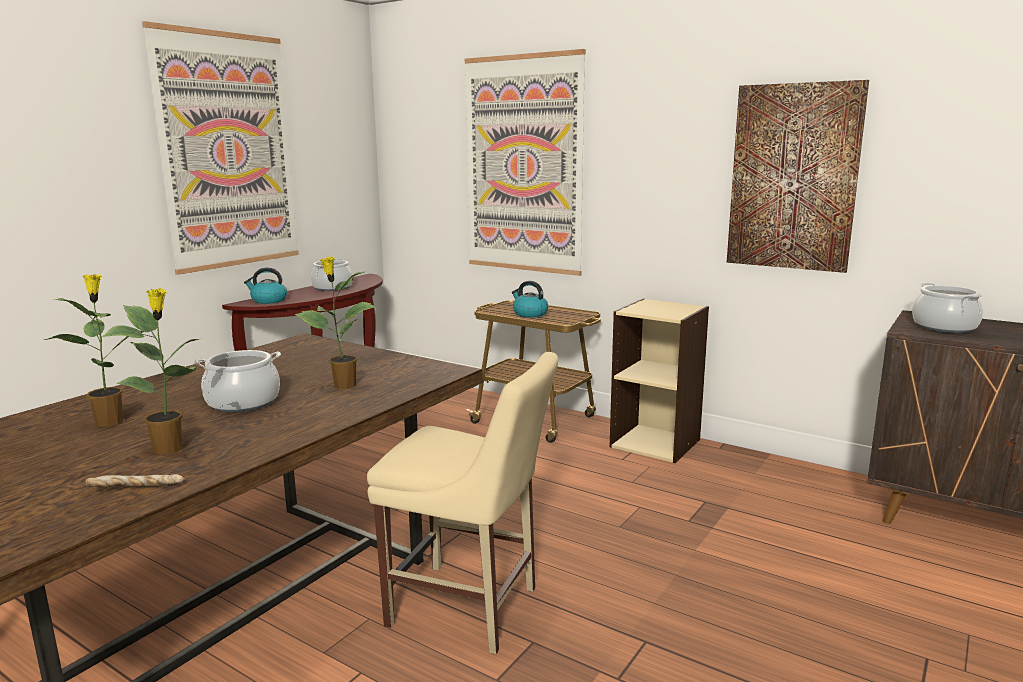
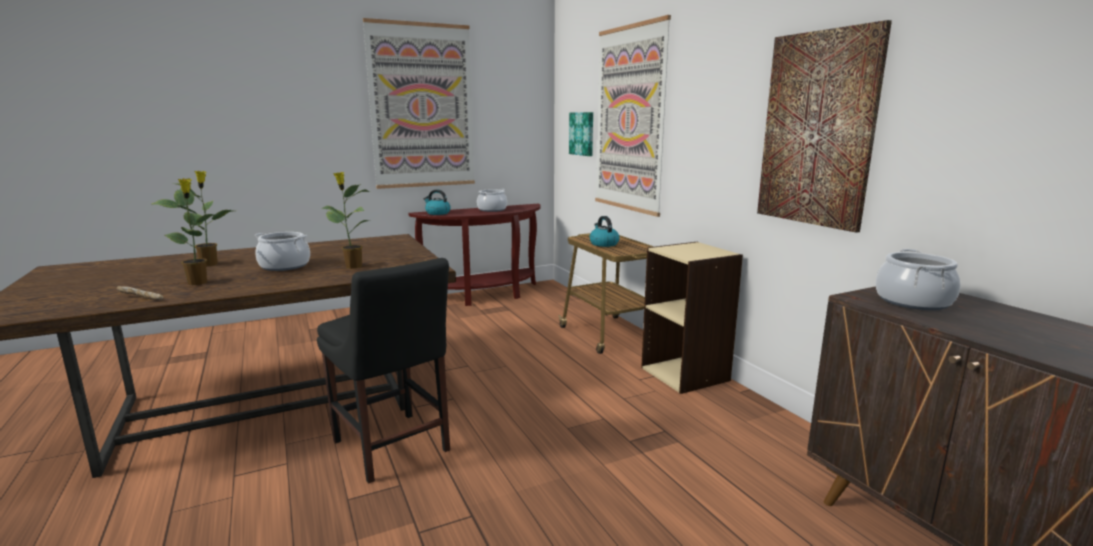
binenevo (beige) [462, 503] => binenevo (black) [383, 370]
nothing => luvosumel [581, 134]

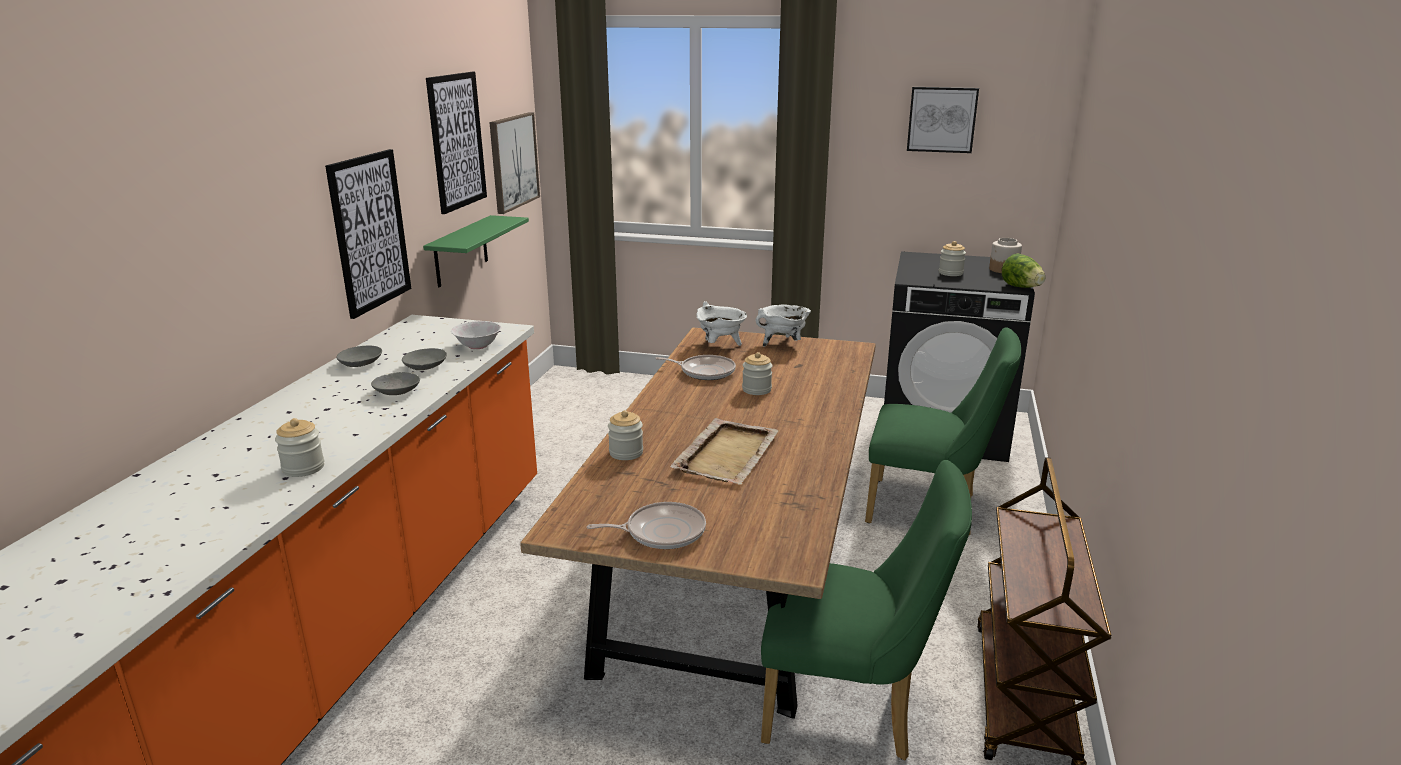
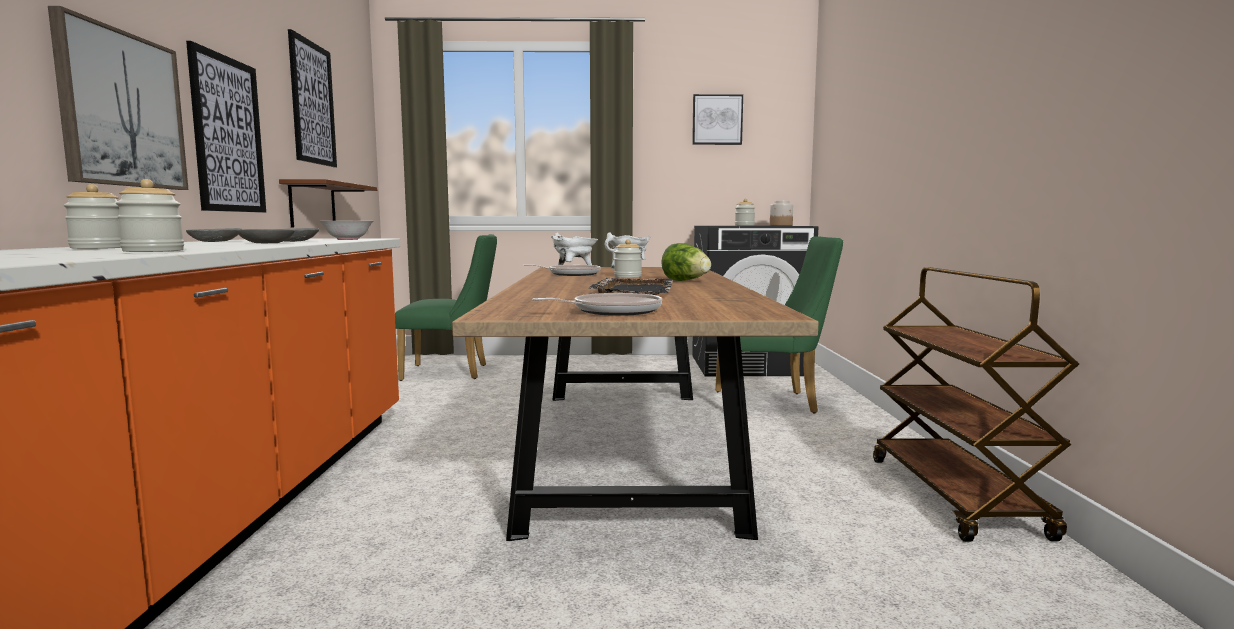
luvosumel [514, 163] => luvosumel [118, 98], move
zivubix [625, 435] => zivubix [92, 216], move
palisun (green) [476, 251] => palisun (brown) [328, 203]
binenevo (green) [866, 610] => binenevo (green) [446, 307], move
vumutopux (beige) [724, 451] => vumutopux (black) [631, 286]
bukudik [1023, 270] => bukudik [686, 262], move

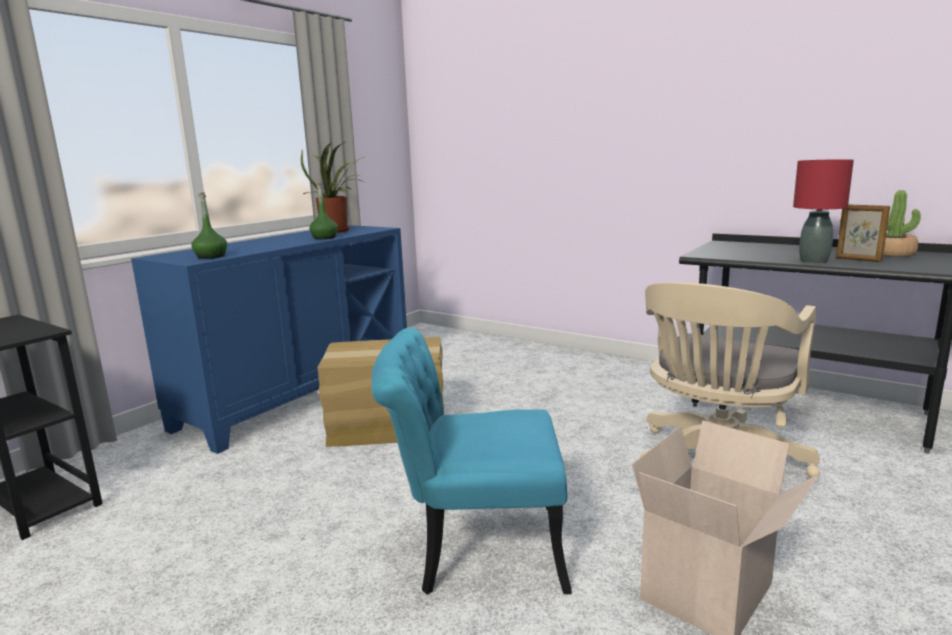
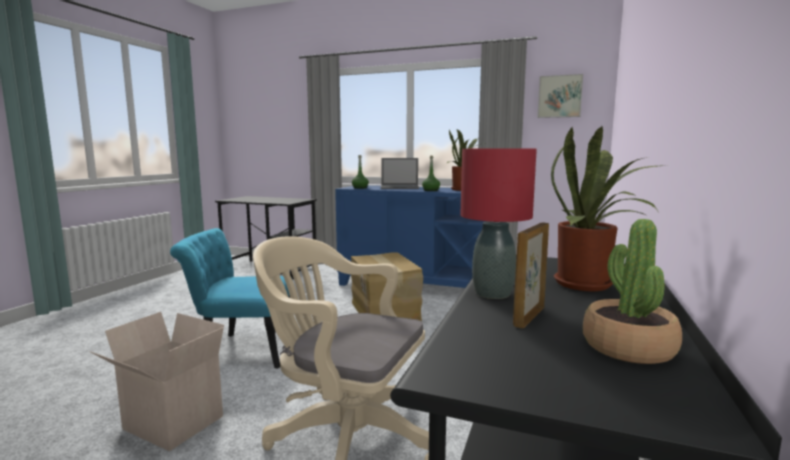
binenevo (turquoise) [472, 461] => binenevo (turquoise) [230, 298], 75 degrees counterclockwise
nothing => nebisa [400, 173]
nothing => luvosumel [560, 96]
nothing => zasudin [608, 208]

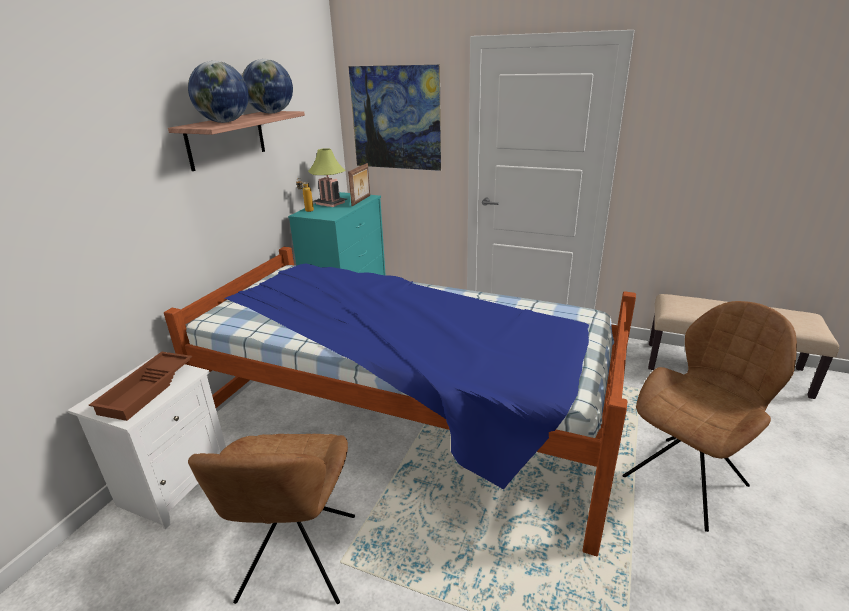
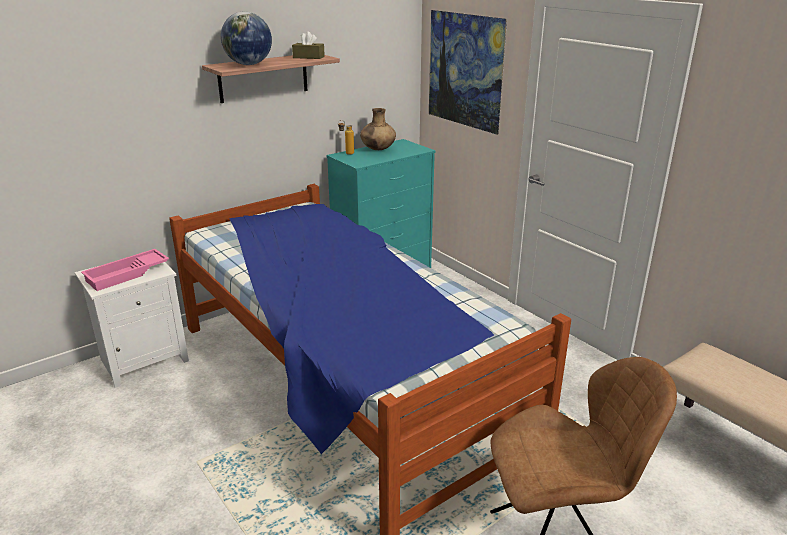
vumutopux (brown) [140, 386] => vumutopux (pink) [125, 270]
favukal [267, 86] => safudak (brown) [308, 45]
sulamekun [327, 177] => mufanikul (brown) [378, 129]
binenevo (brown) [271, 519] => nothing
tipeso [359, 184] => nothing

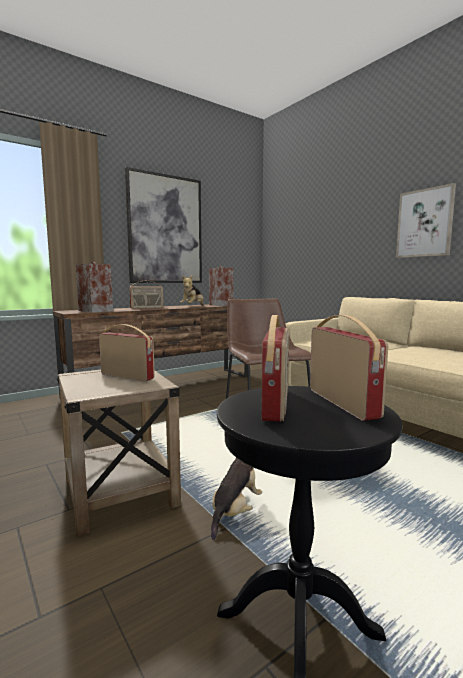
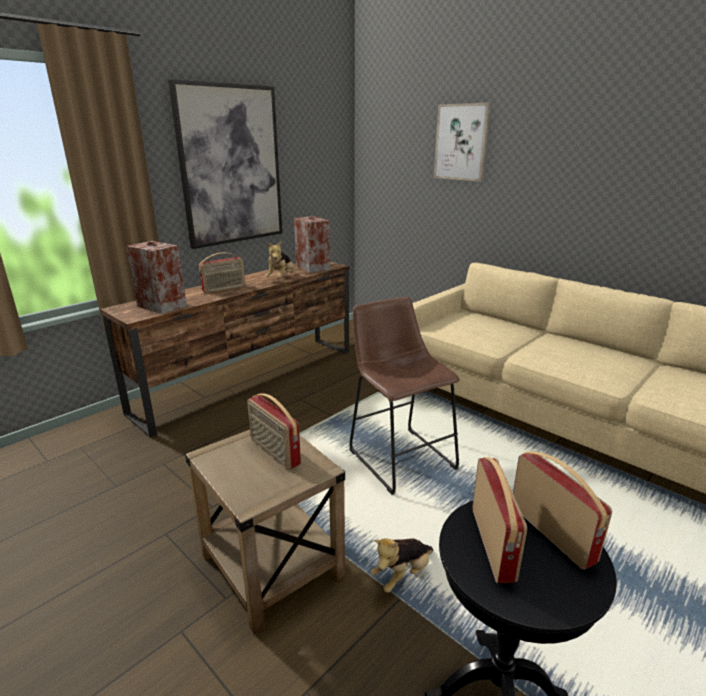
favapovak [127, 353] => favapovak [274, 431], 150 degrees counterclockwise
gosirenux [236, 499] => gosirenux [402, 565], 150 degrees counterclockwise
luvosumel [426, 220] => luvosumel [462, 142], move

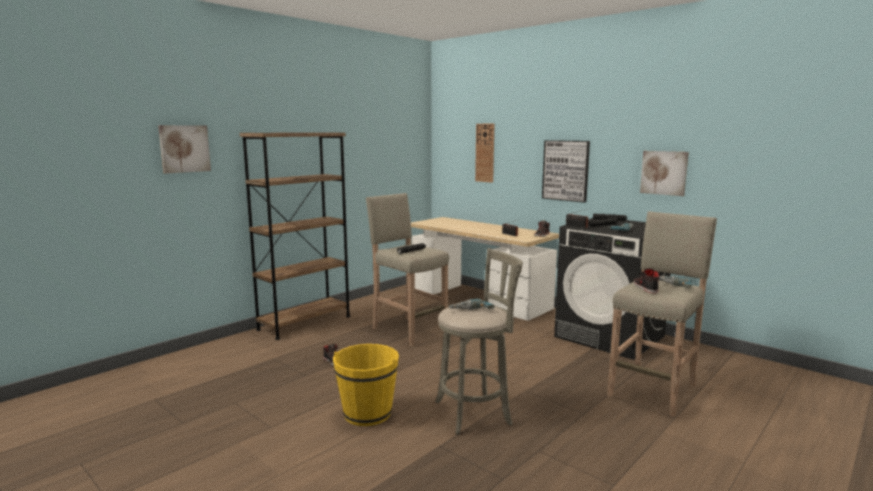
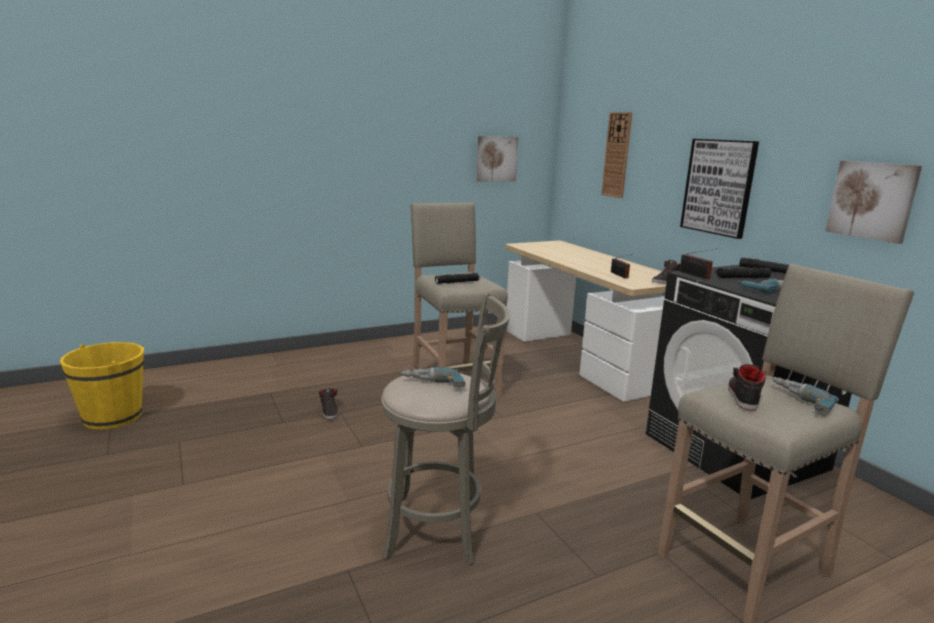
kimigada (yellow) [366, 385] => kimigada (yellow) [102, 386], move
luvosumel [184, 149] => luvosumel [497, 159], move
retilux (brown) [295, 236] => nothing

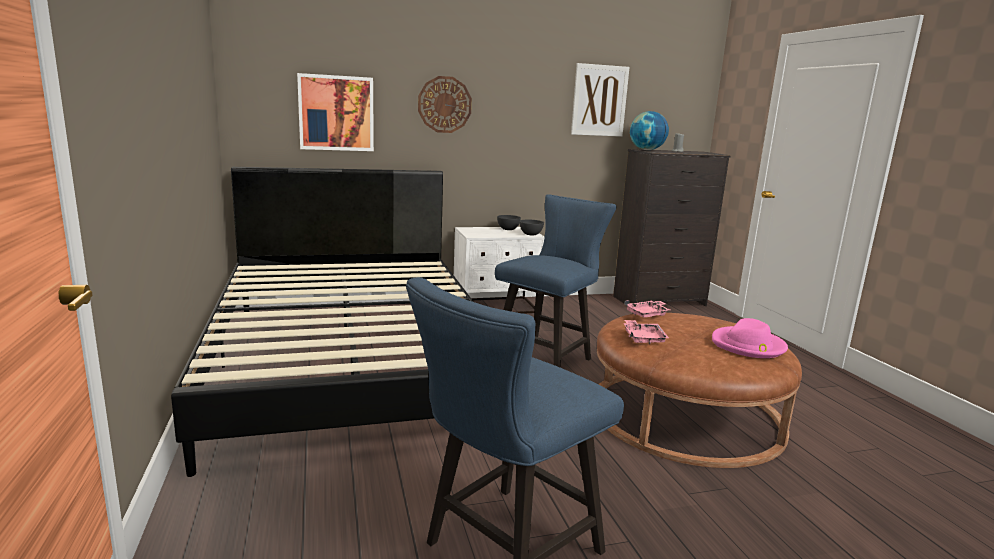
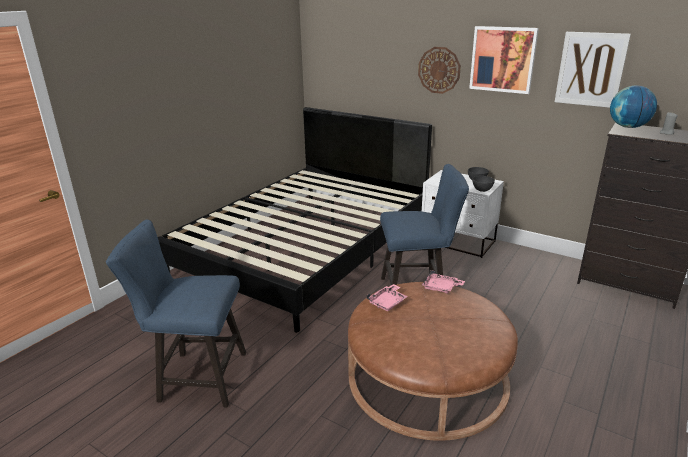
luvosumel [335, 112] => luvosumel [504, 60], move
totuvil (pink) [750, 338] => nothing

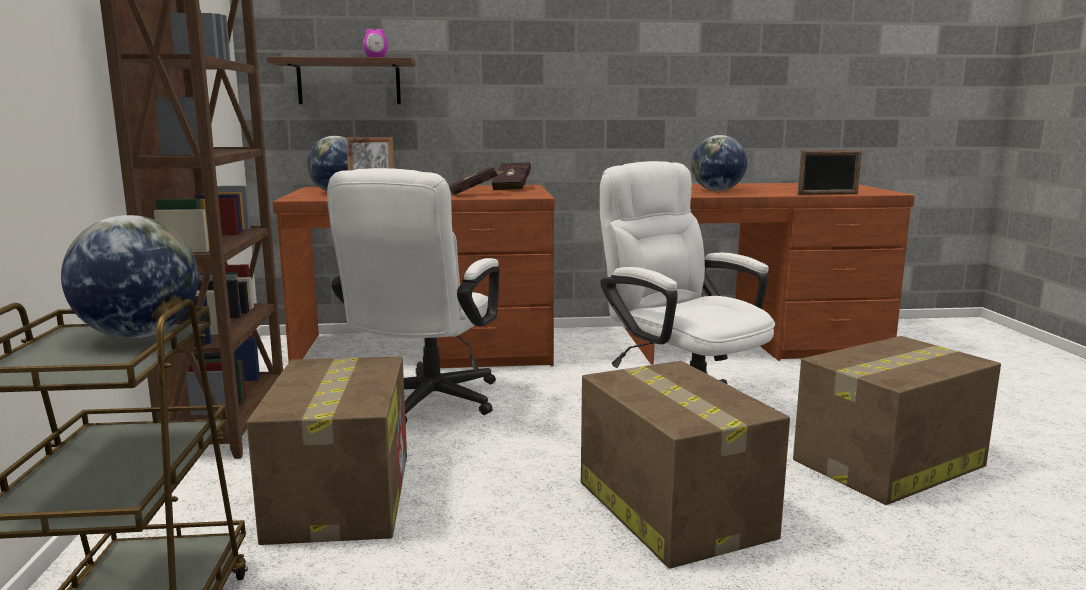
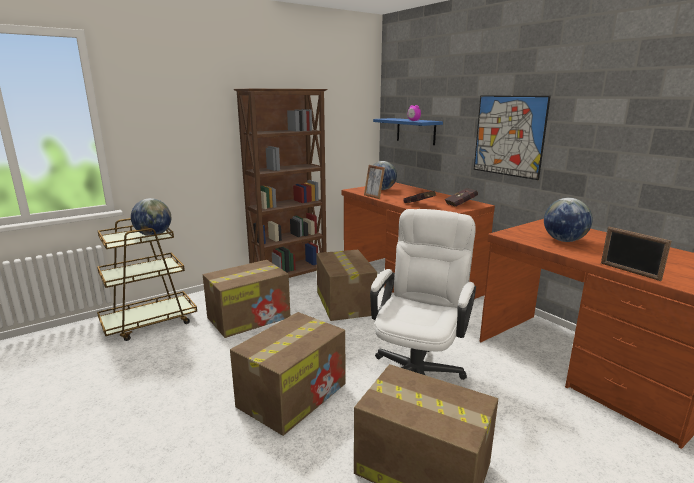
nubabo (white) [413, 295] => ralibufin [346, 285]
palisun (brown) [341, 80] => palisun (blue) [408, 131]
nothing => luvosumel [512, 138]

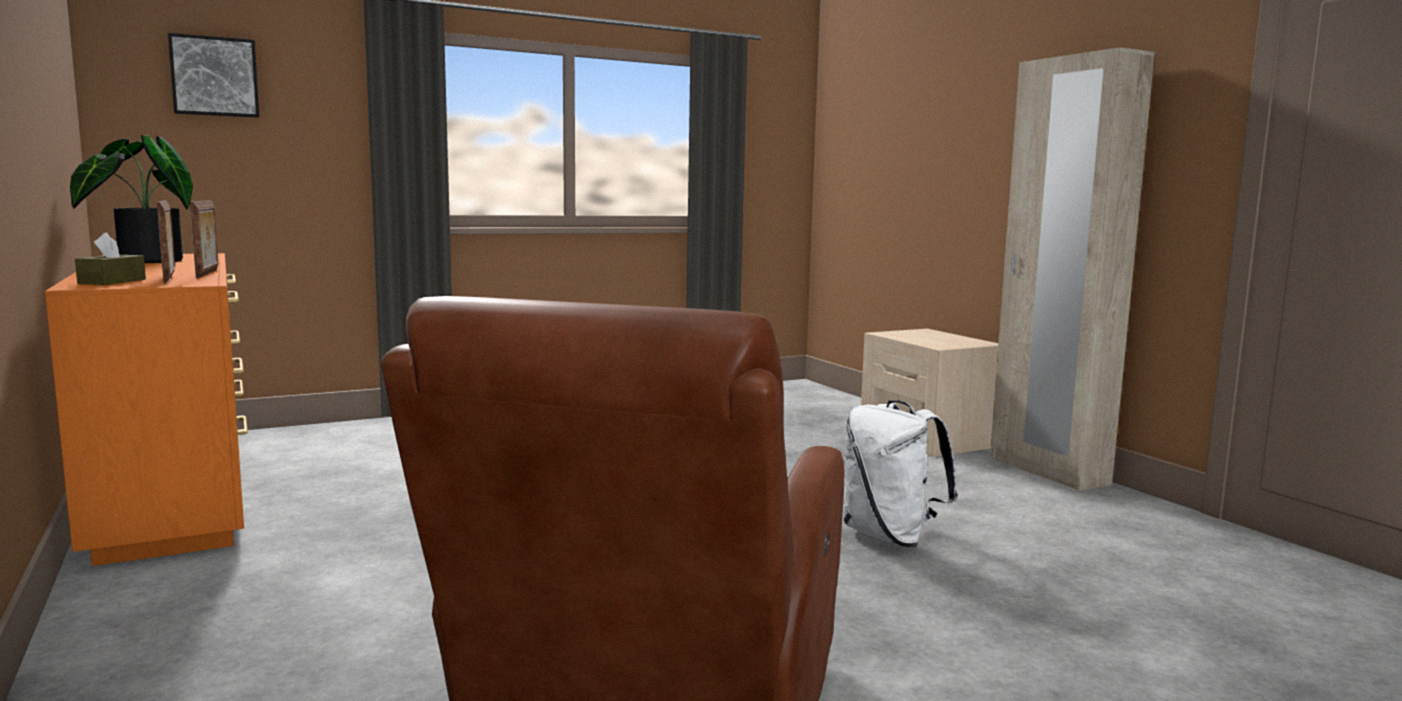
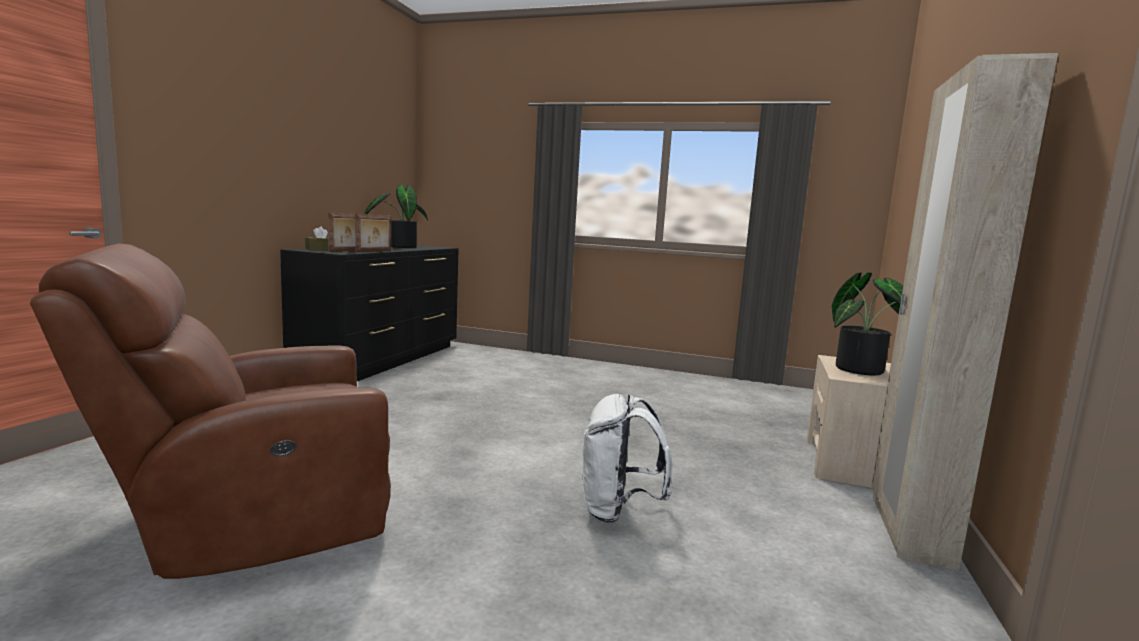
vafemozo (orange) [146, 409] => vafemozo (black) [369, 313]
nothing => zasudin [867, 323]
luvosumel [213, 75] => nothing

